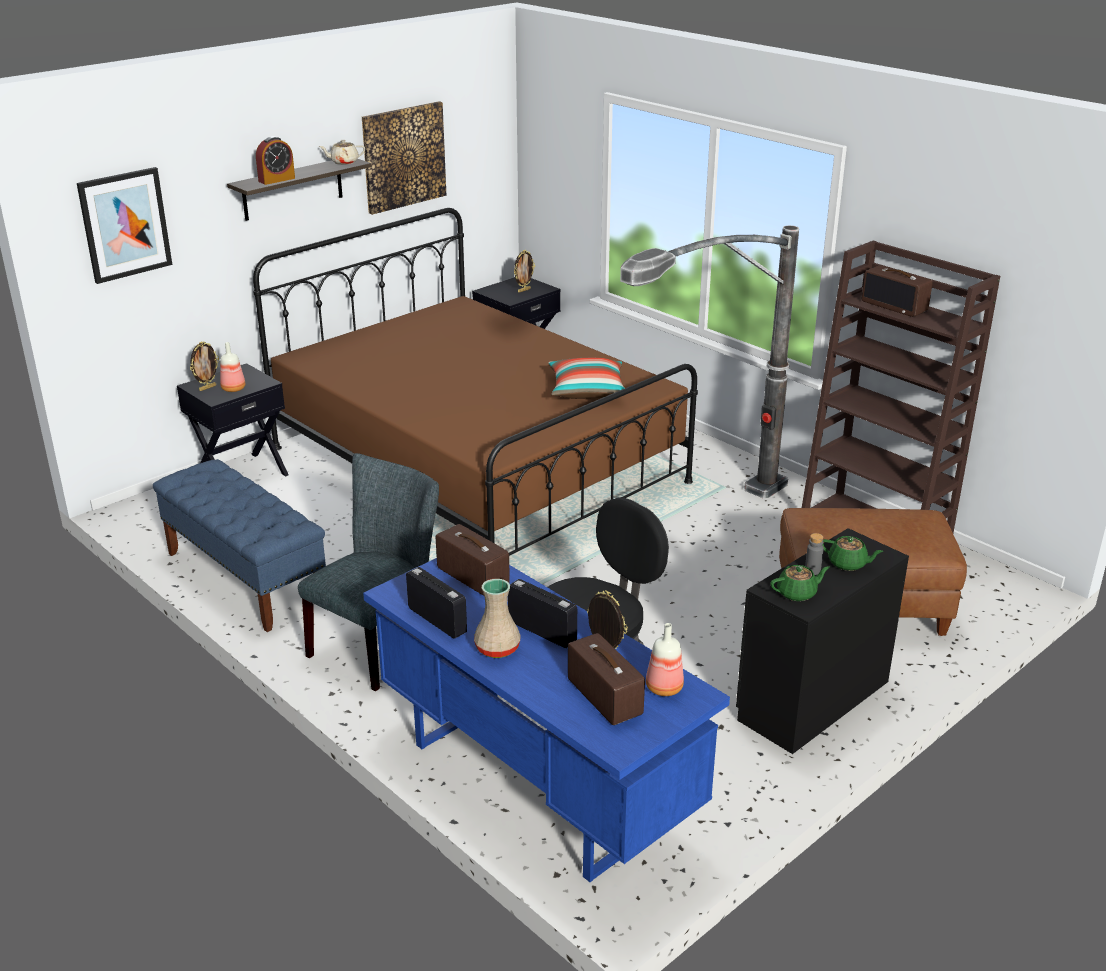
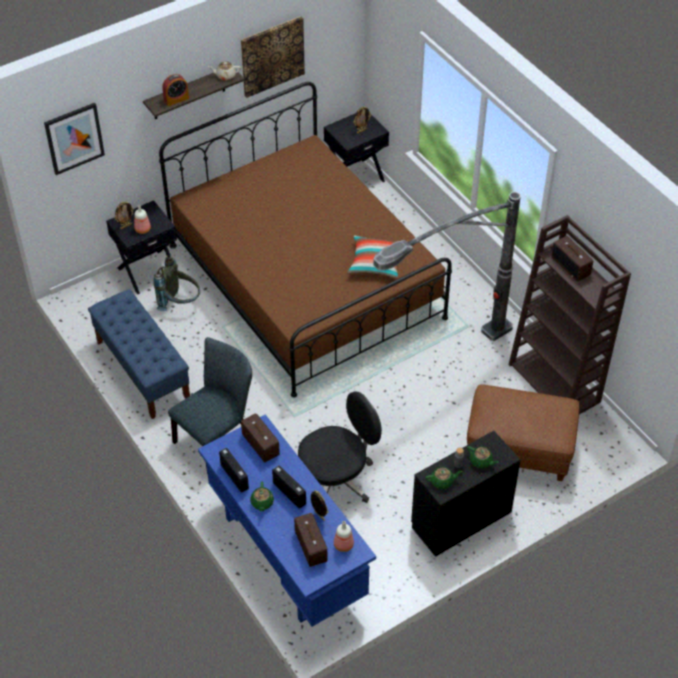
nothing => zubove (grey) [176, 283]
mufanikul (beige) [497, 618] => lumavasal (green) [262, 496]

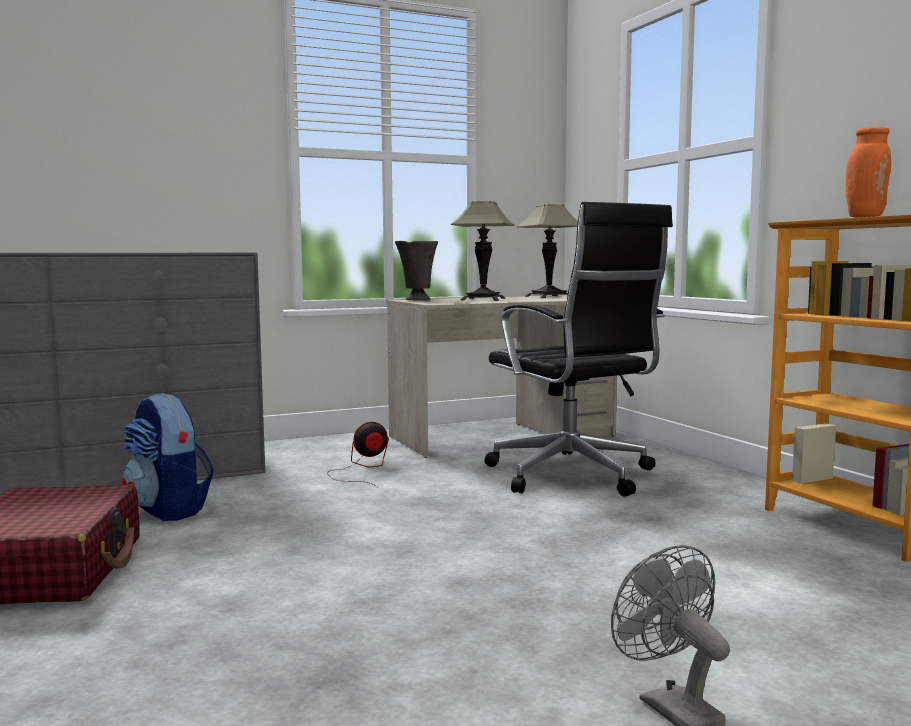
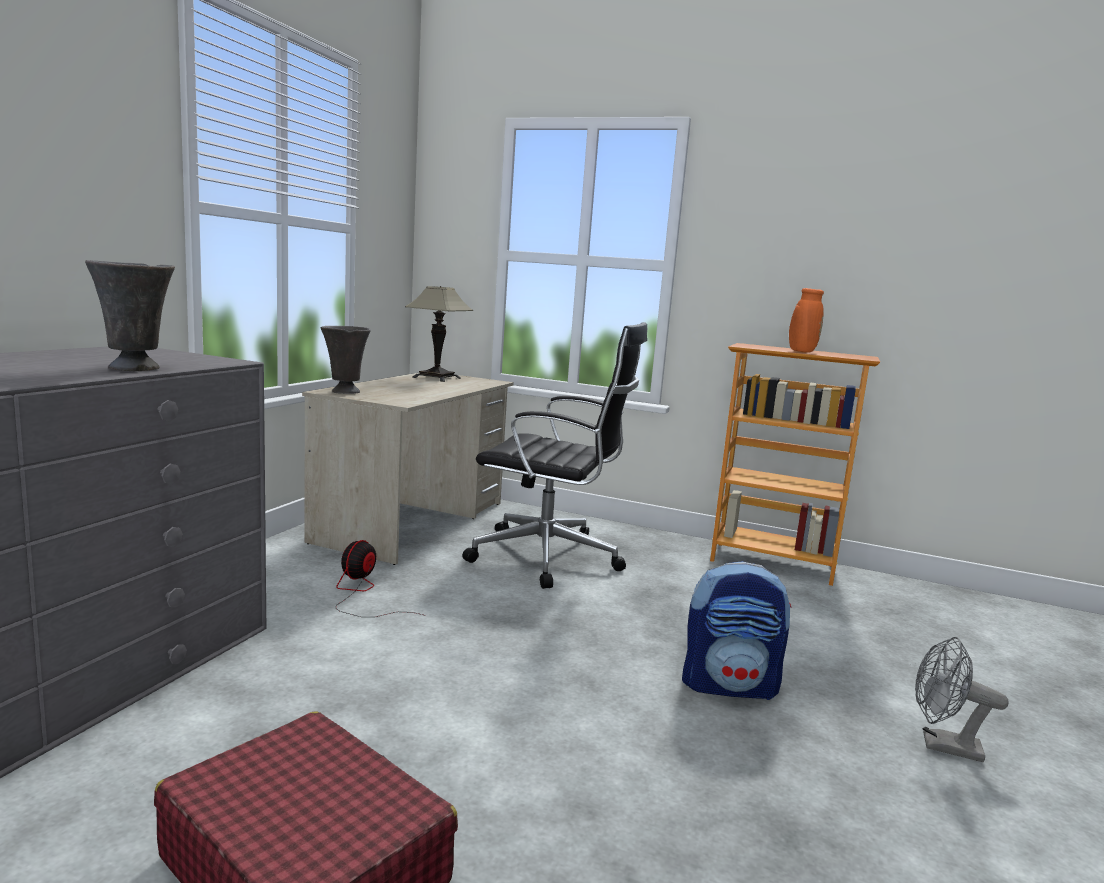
nothing => mufanikul (grey) [130, 315]
zubove [168, 457] => zubove [737, 630], move
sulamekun [483, 251] => nothing

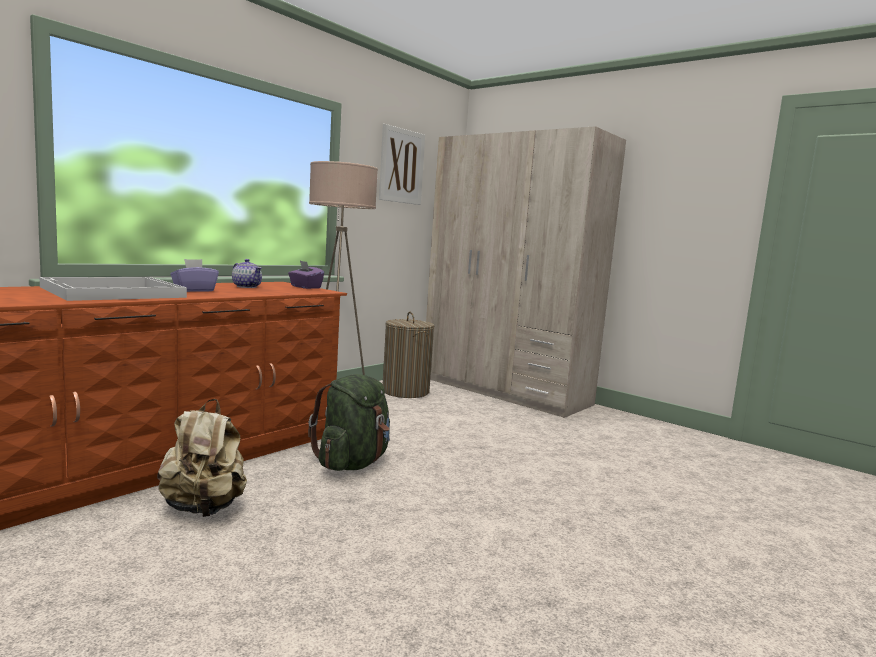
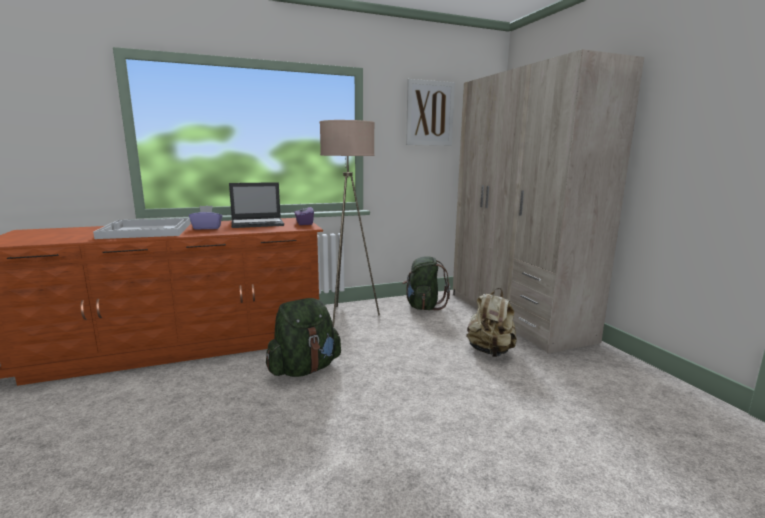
lumavasal [247, 273] => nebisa [256, 205]
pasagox [408, 355] => zubove (green) [426, 283]
zubove (beige) [202, 458] => zubove (beige) [492, 322], move

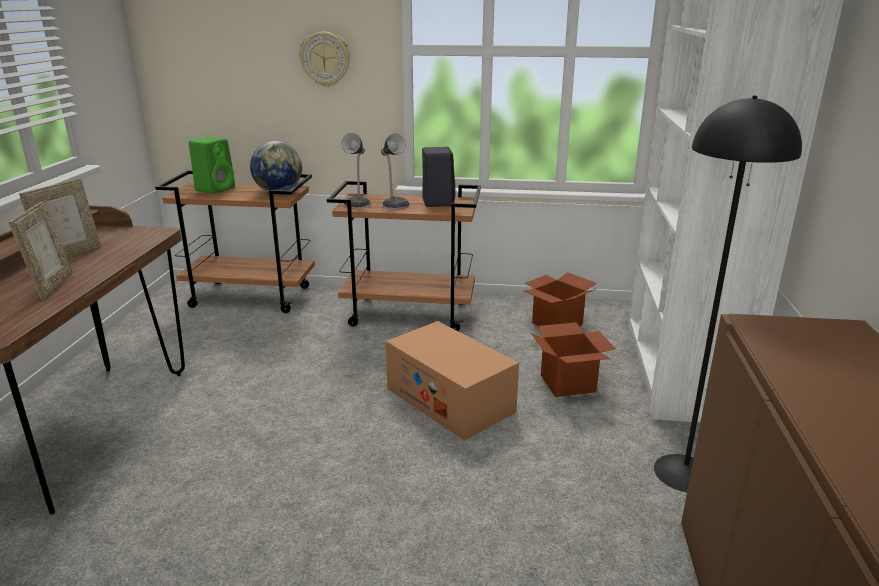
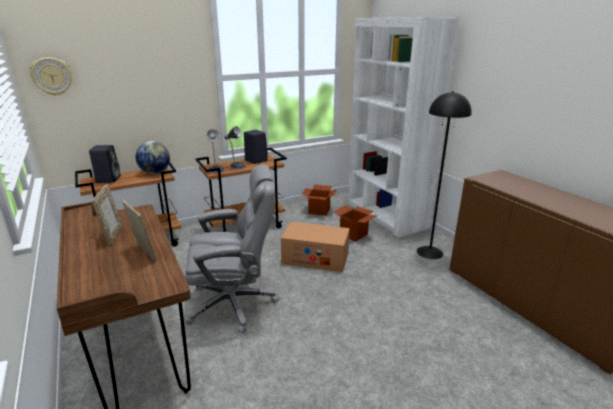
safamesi [324, 59] => safamesi [51, 76], move
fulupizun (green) [212, 165] => fulupizun (black) [104, 164]
nothing => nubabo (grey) [232, 249]

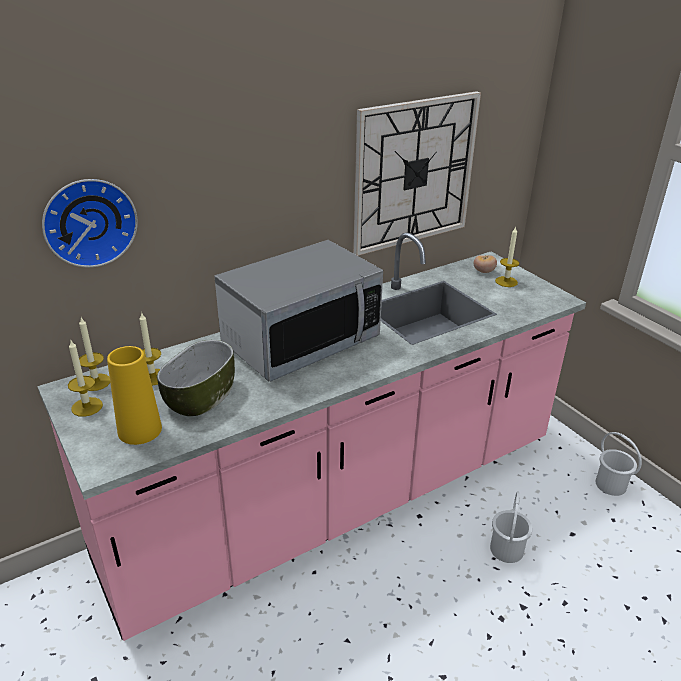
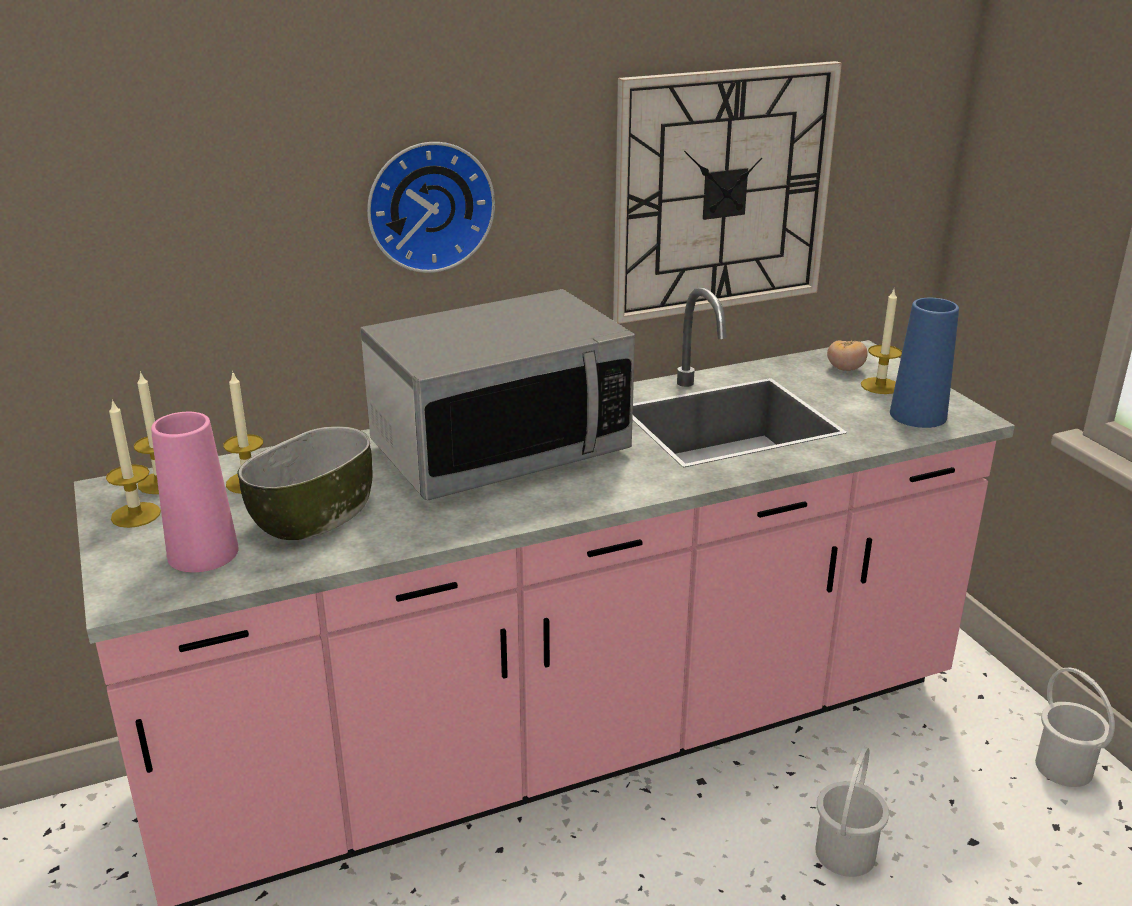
mufanikul (yellow) [134, 395] => mufanikul (pink) [195, 492]
safamesi [90, 223] => safamesi [431, 207], move
nothing => mufanikul (blue) [924, 363]

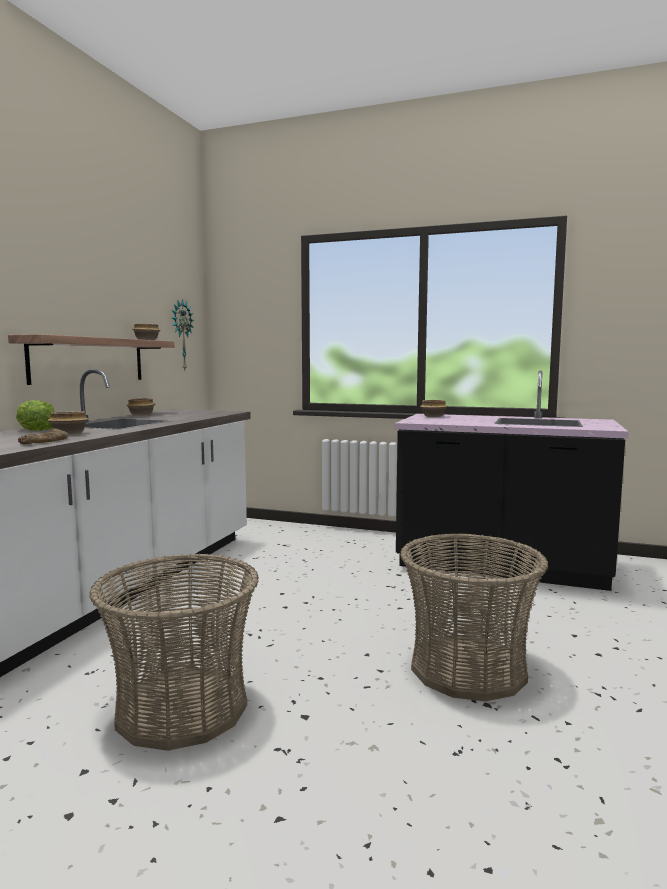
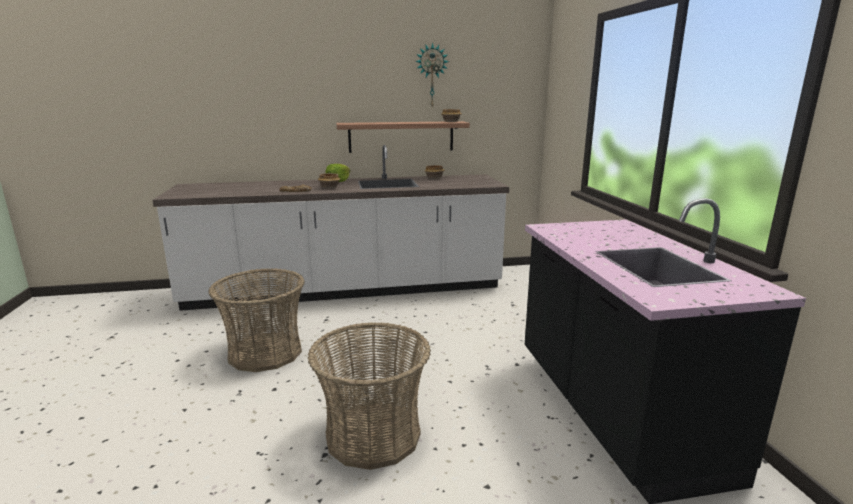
safamesi [183, 334] => safamesi [432, 75], move
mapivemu [434, 408] => nothing

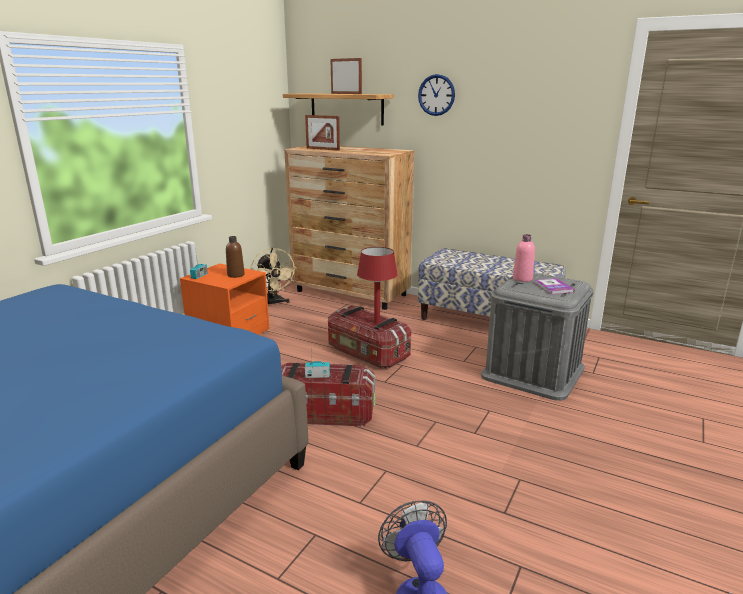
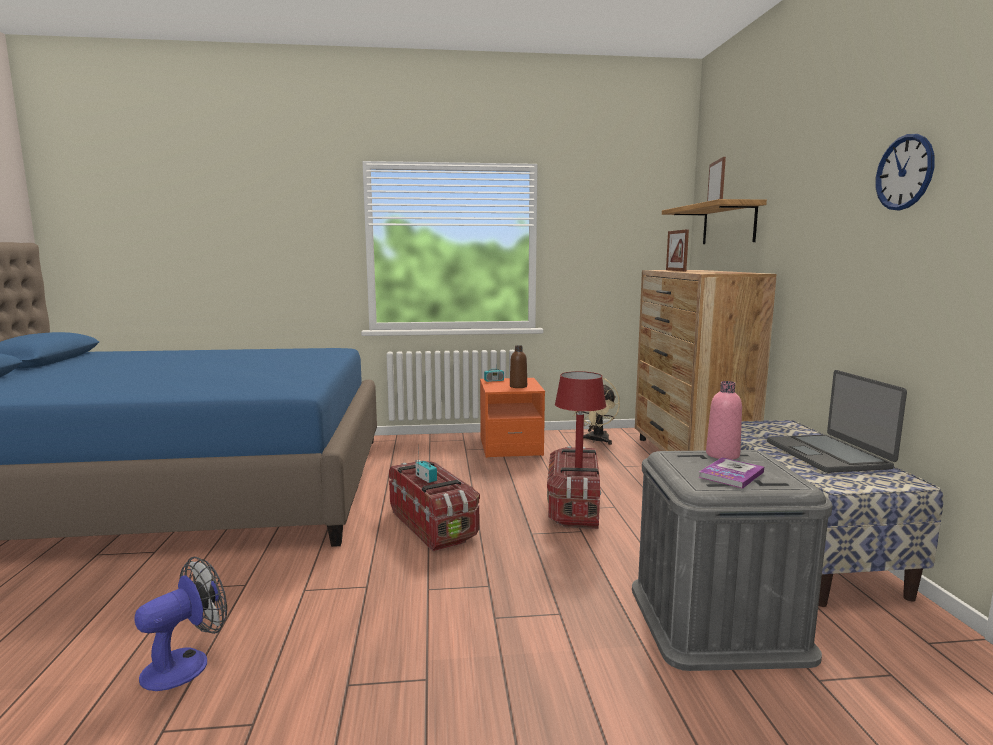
nothing => nebisa [837, 421]
safamesi [436, 95] => safamesi [905, 172], move

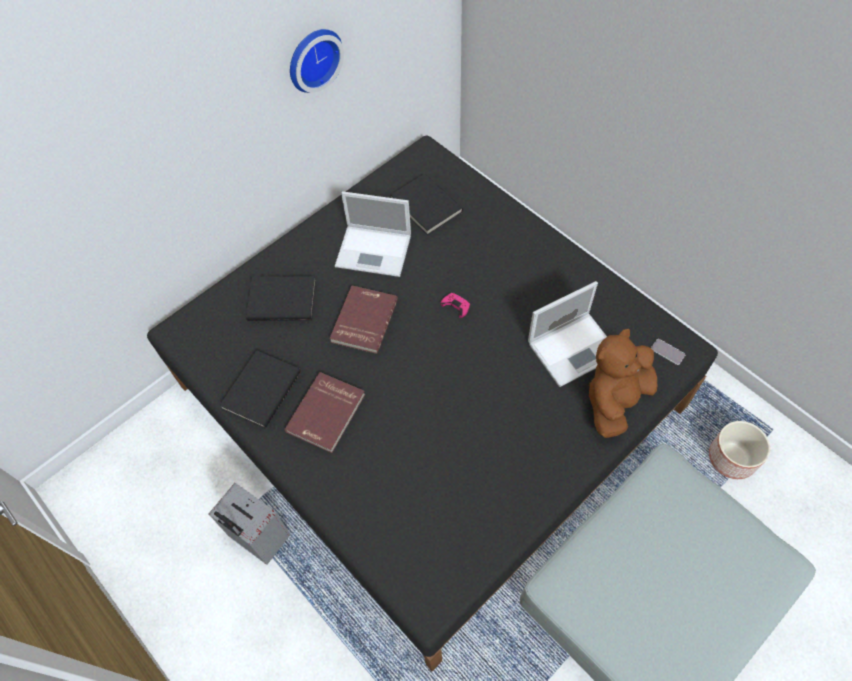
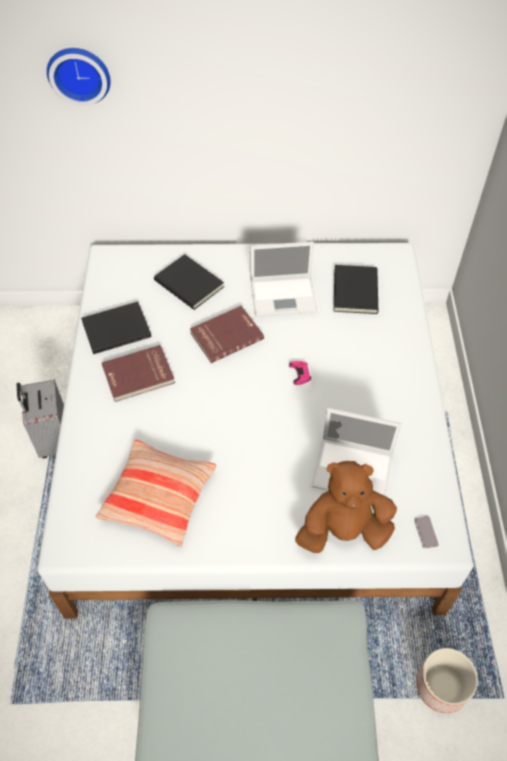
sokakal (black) [432, 403] => sokakal (white) [255, 431]
safamesi [317, 61] => safamesi [79, 77], move
nothing => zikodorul [156, 493]
nebisa [373, 234] => nebisa [284, 279], 60 degrees counterclockwise

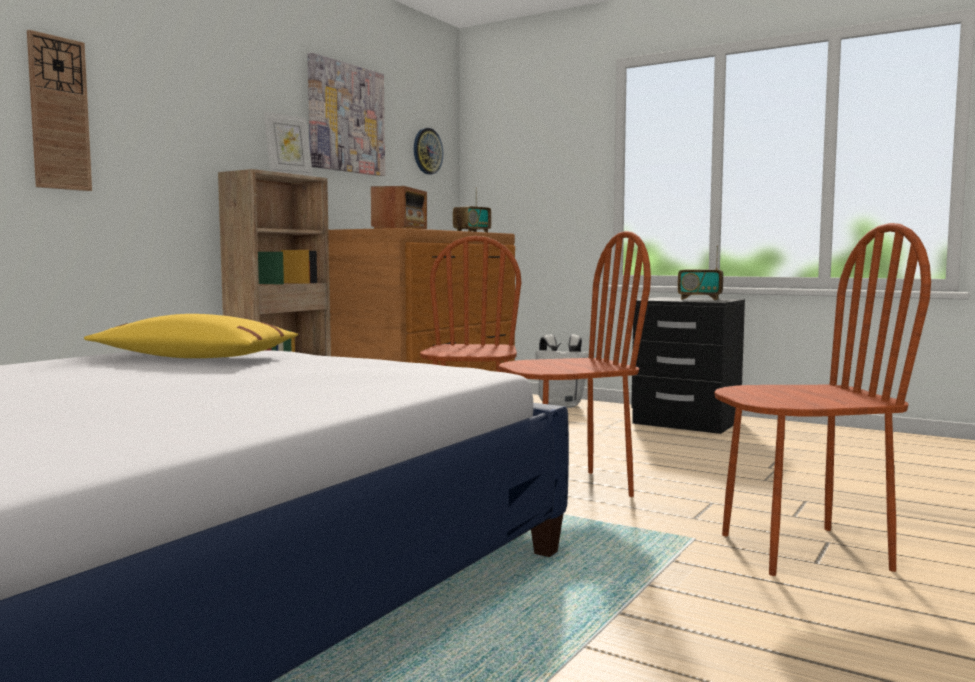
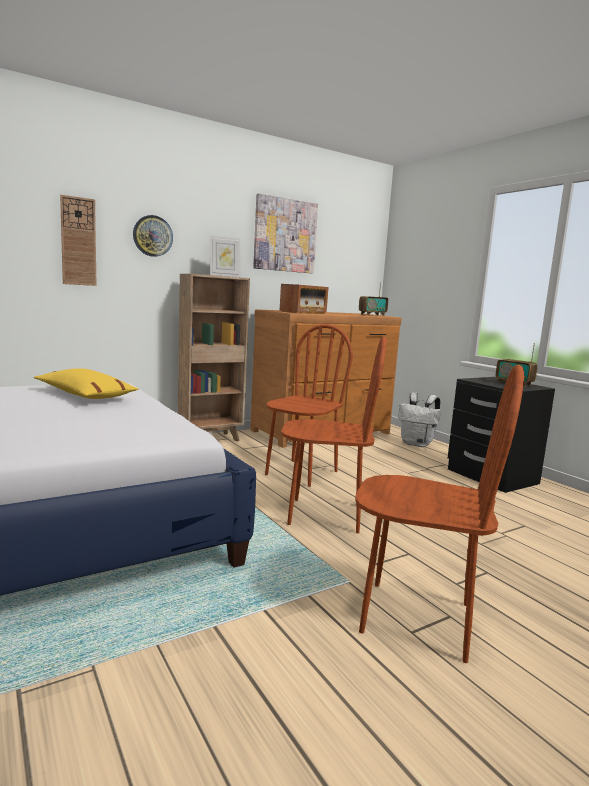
safamesi [428, 151] => safamesi [153, 236], move

